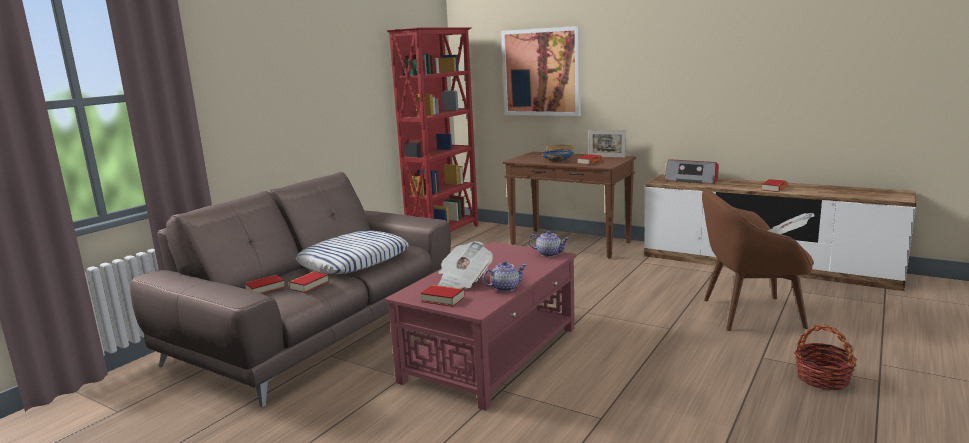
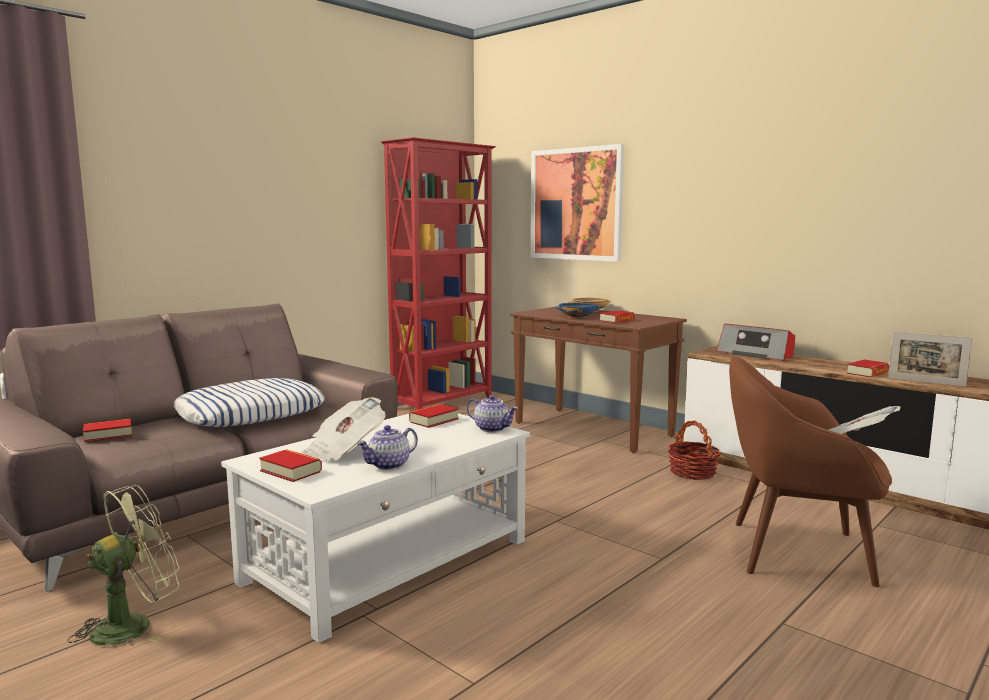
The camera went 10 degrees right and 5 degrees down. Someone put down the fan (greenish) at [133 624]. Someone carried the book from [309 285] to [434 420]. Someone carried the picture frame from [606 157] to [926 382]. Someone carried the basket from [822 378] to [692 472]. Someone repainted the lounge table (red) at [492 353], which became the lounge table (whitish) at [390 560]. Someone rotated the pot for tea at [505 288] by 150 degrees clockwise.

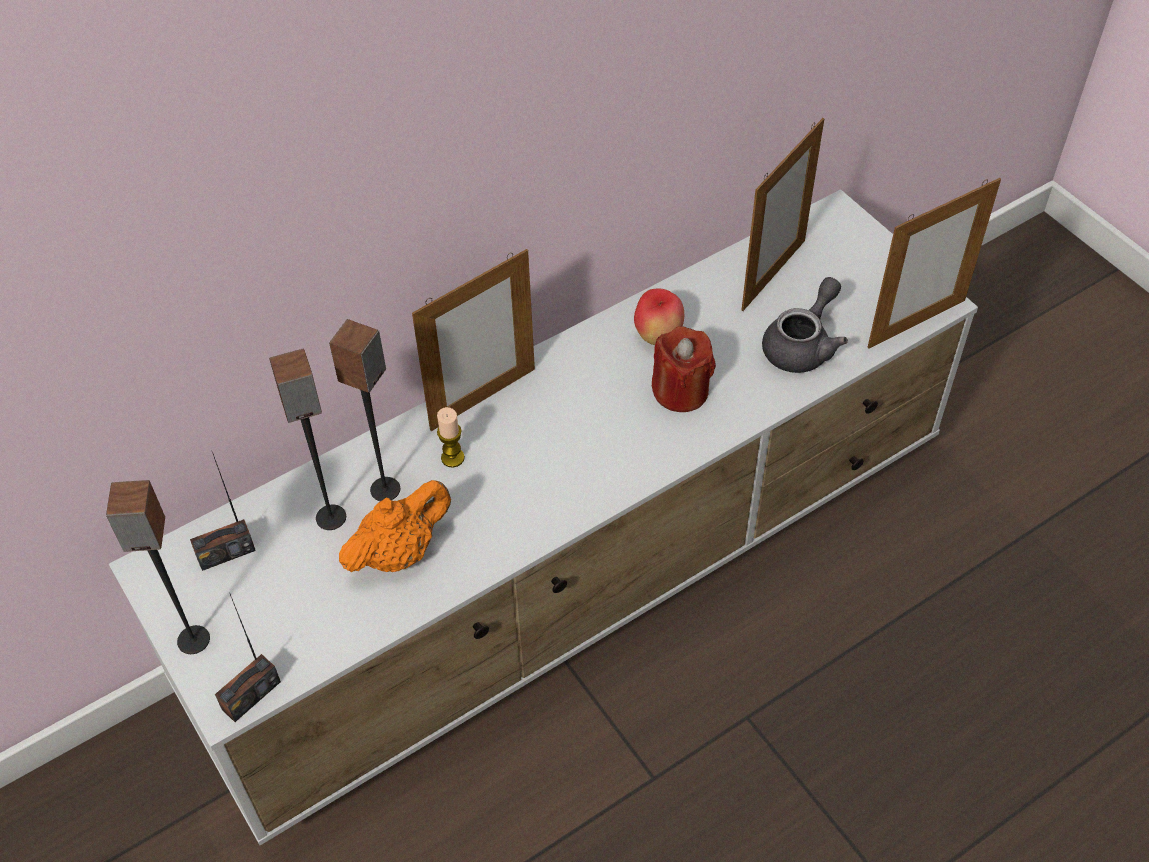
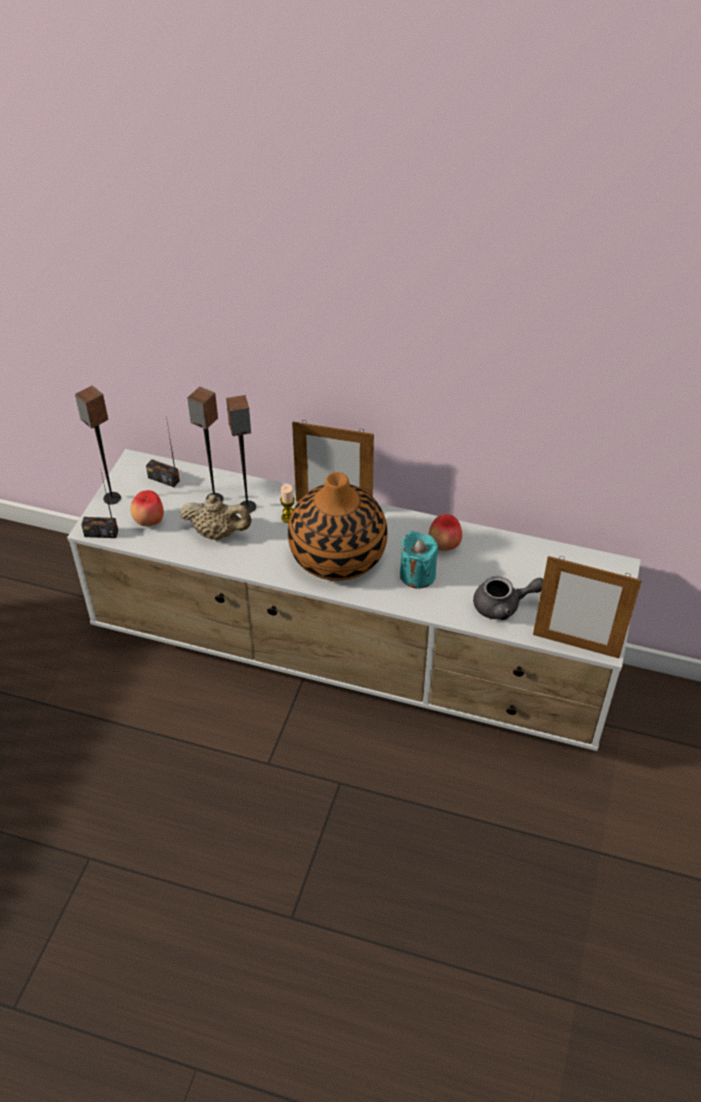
The camera went 50 degrees right and 5 degrees down. Someone took away the picture frame at [773 275]. Someone put down the whole apple at [149 521]. Someone put down the flower vase at [338 556]. Someone repainted the pot for tea (orange) at [399 552], which became the pot for tea (sand-coloured) at [218 533]. Someone repainted the wax candle (red) at [680 391], which became the wax candle (turquoise) at [417 575].

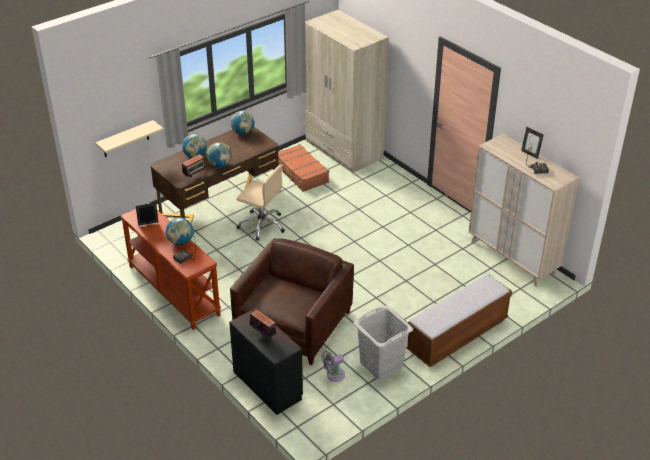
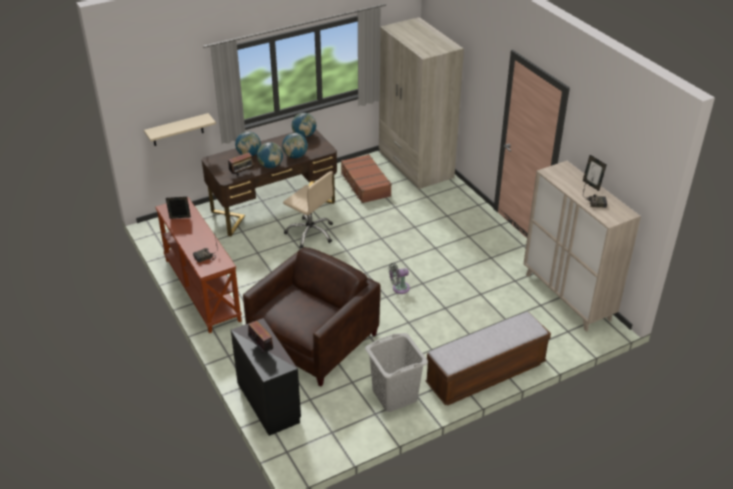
The camera went 10 degrees right and 0 degrees up. Someone carried the globe from [180 242] to [295 156]. Someone carried the fan (grey) from [333 375] to [399 288].

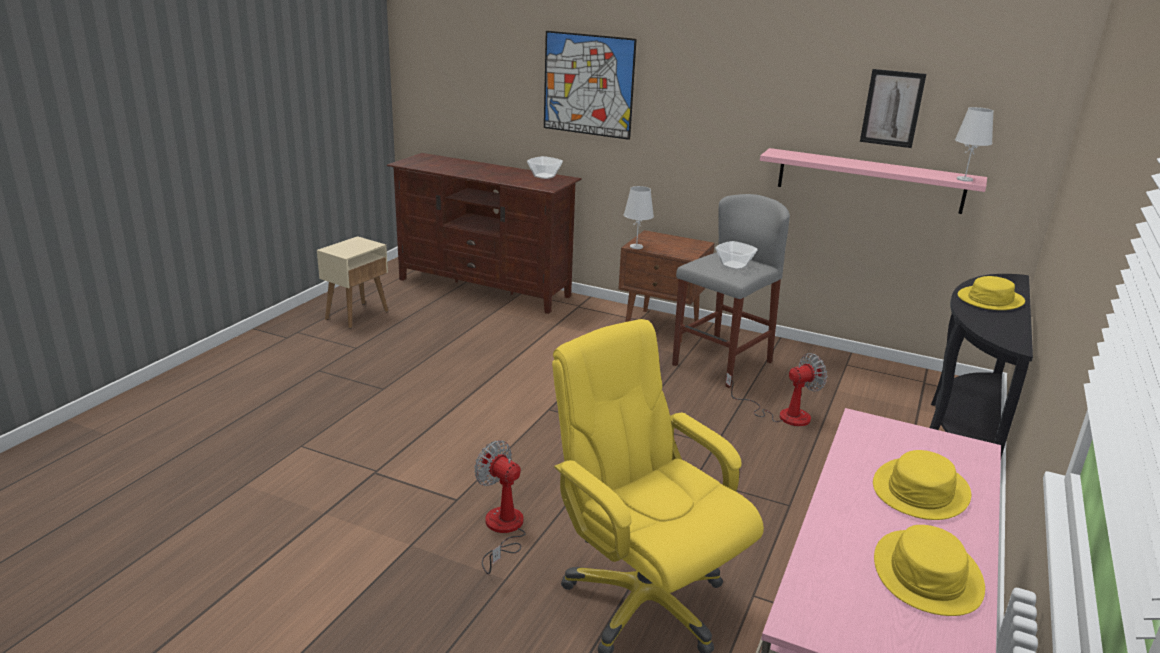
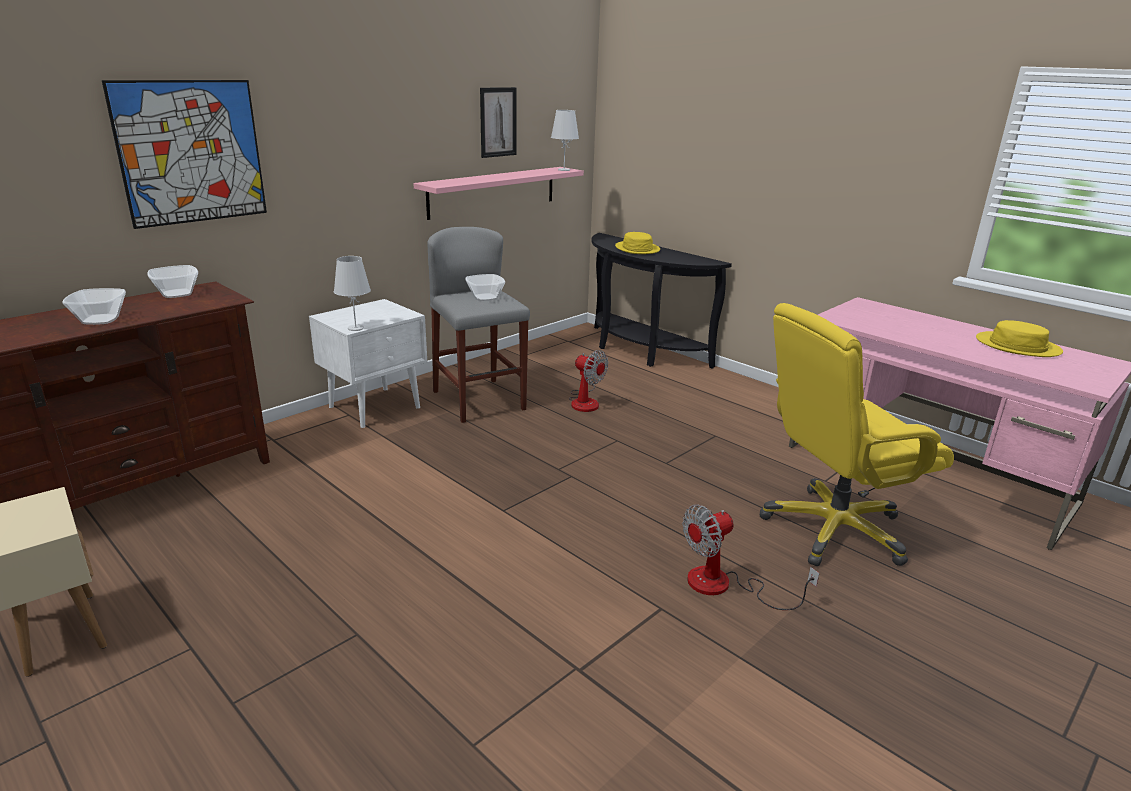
The camera went 70 degrees left and 0 degrees up. Someone took away the hat (yellow-coloured) at [920 490]. Someone put down the bowl at [99 320]. Someone repainted the nightstand (brown-coloured) at [662 326], which became the nightstand (whitish) at [376 407]. Someone rotated the fan at [782 415] by 135 degrees clockwise.

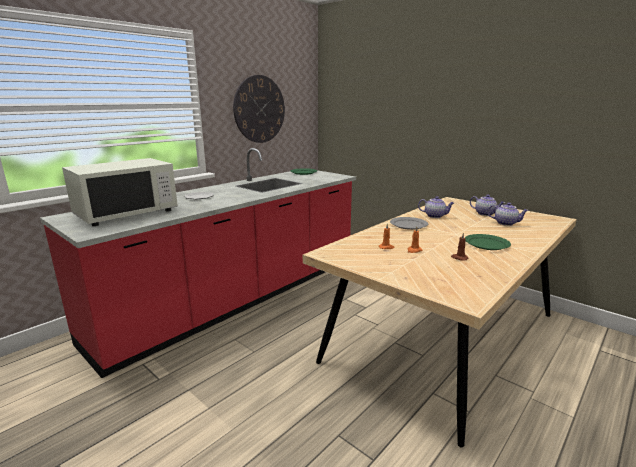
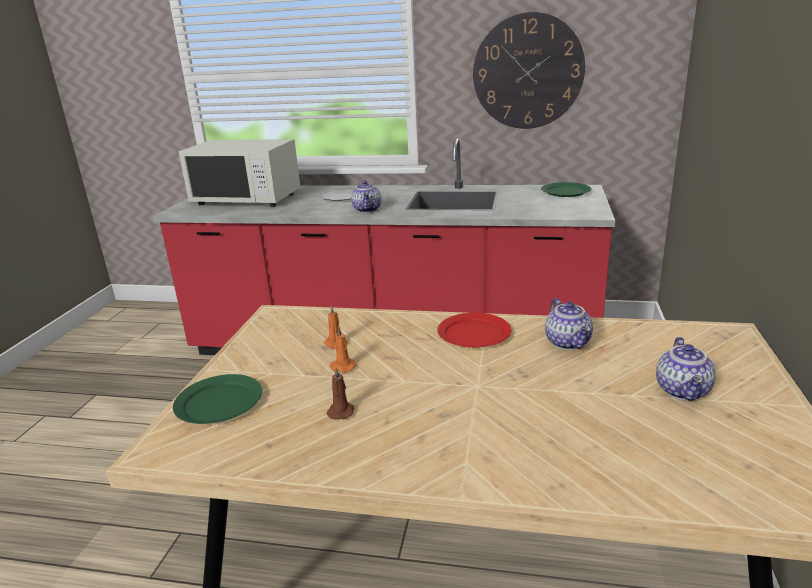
The camera went 60 degrees right and 5 degrees up. Someone carried the flat dish (greenish) from [486 244] to [218 402]. Someone carried the pot for tea from [505 223] to [368 210]. Someone repainted the flat dish (grey) at [408 225], which became the flat dish (red) at [473 333].

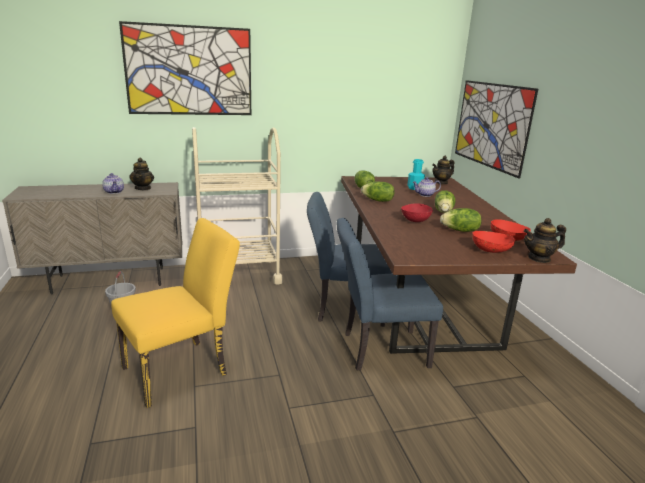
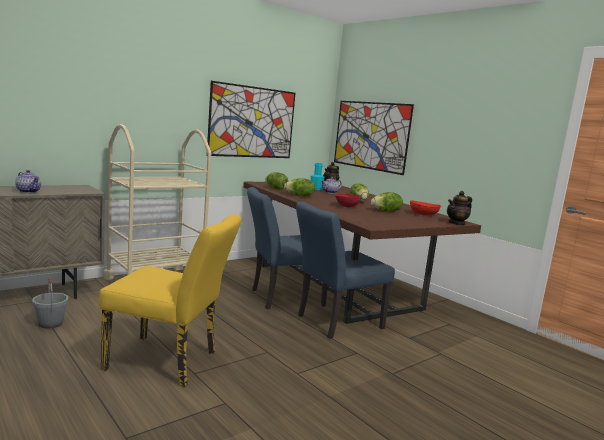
The camera went 25 degrees left and 10 degrees down. Someone took away the pot for tea at [143 188]. Someone took away the bowl (red) at [490 250]. Someone carried the picture from [189 71] to [252 122]. Someone rotated the plain chair (yellow-coloured) at [183 369] by 75 degrees clockwise.

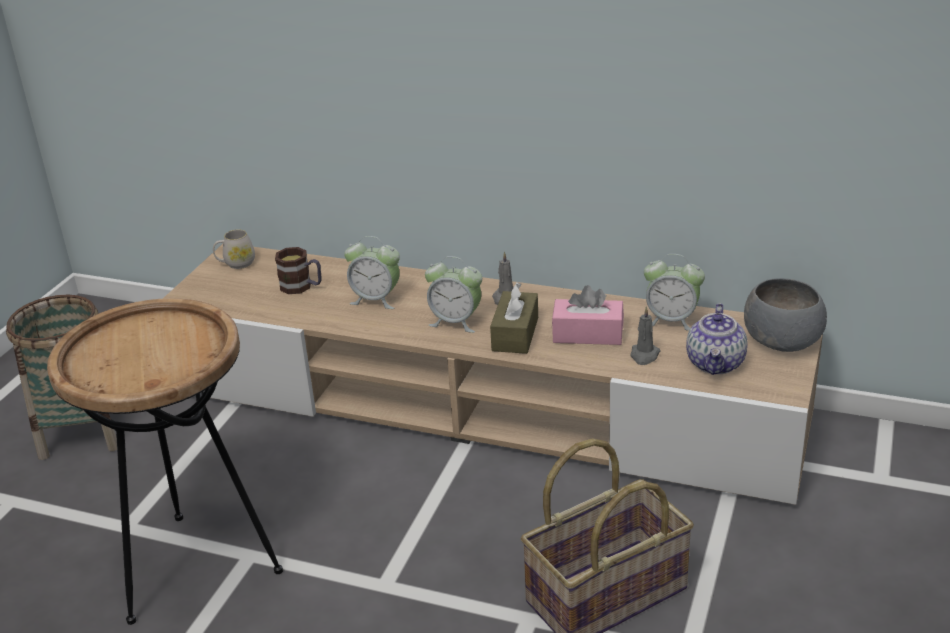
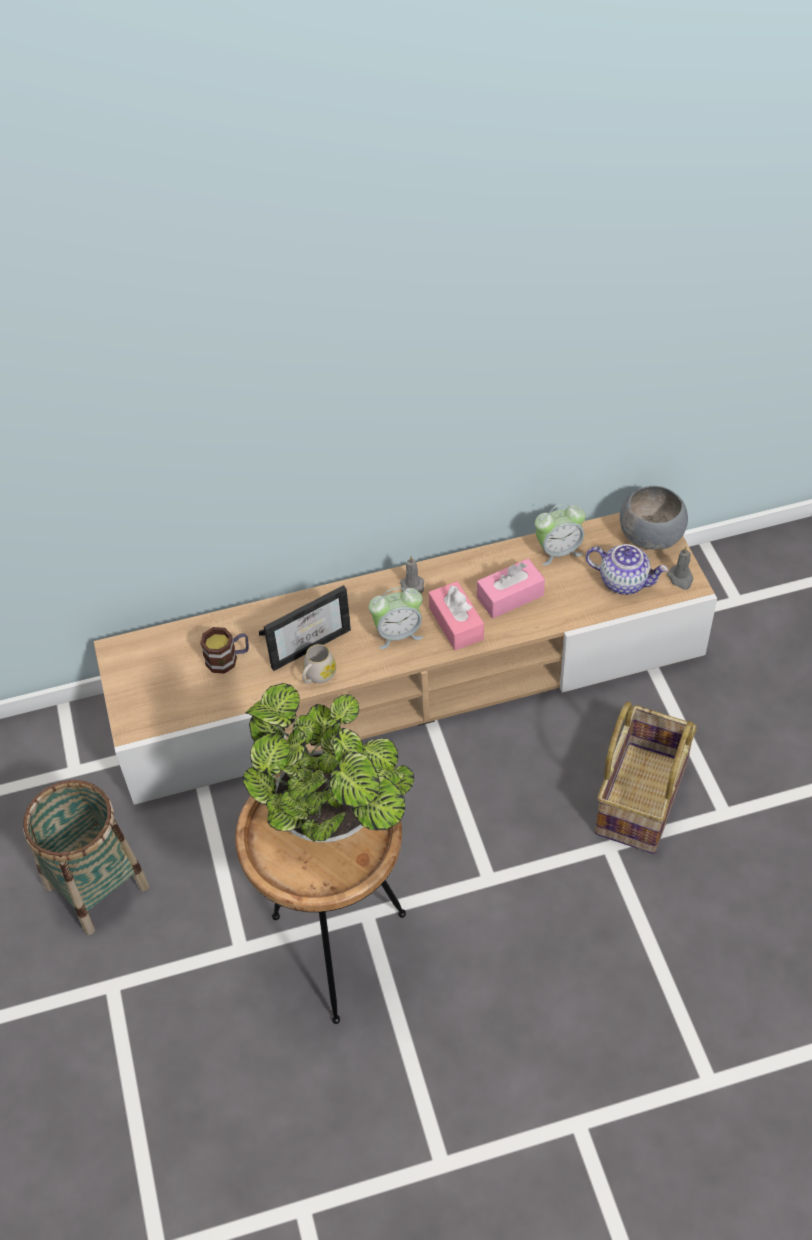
The camera went 35 degrees left and 20 degrees up. Someone put down the houseplant at [335 820]. Someone carried the mug (whitish) from [236 264] to [317 676]. Someone carried the wax candle (grey) from [644 355] to [681 578]. Someone swapped the bedside clock at [376 299] for the picture frame at [308 642]. Someone repainted the box of tissues (brown-coloured) at [515 334], which became the box of tissues (pink) at [456 623]. Someone rotated the pot for tea at [716 364] by 45 degrees counterclockwise.

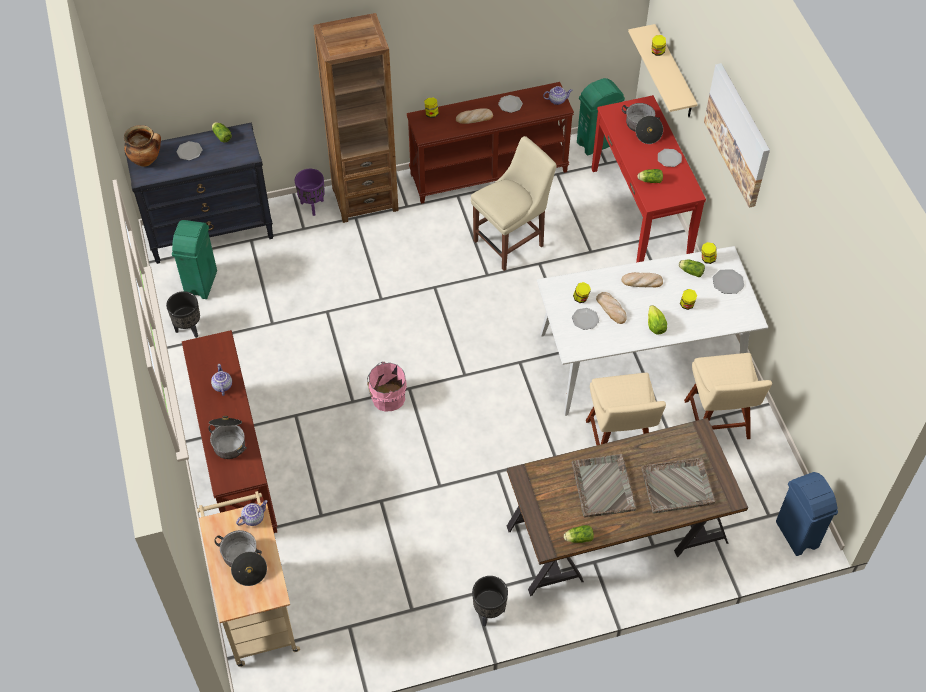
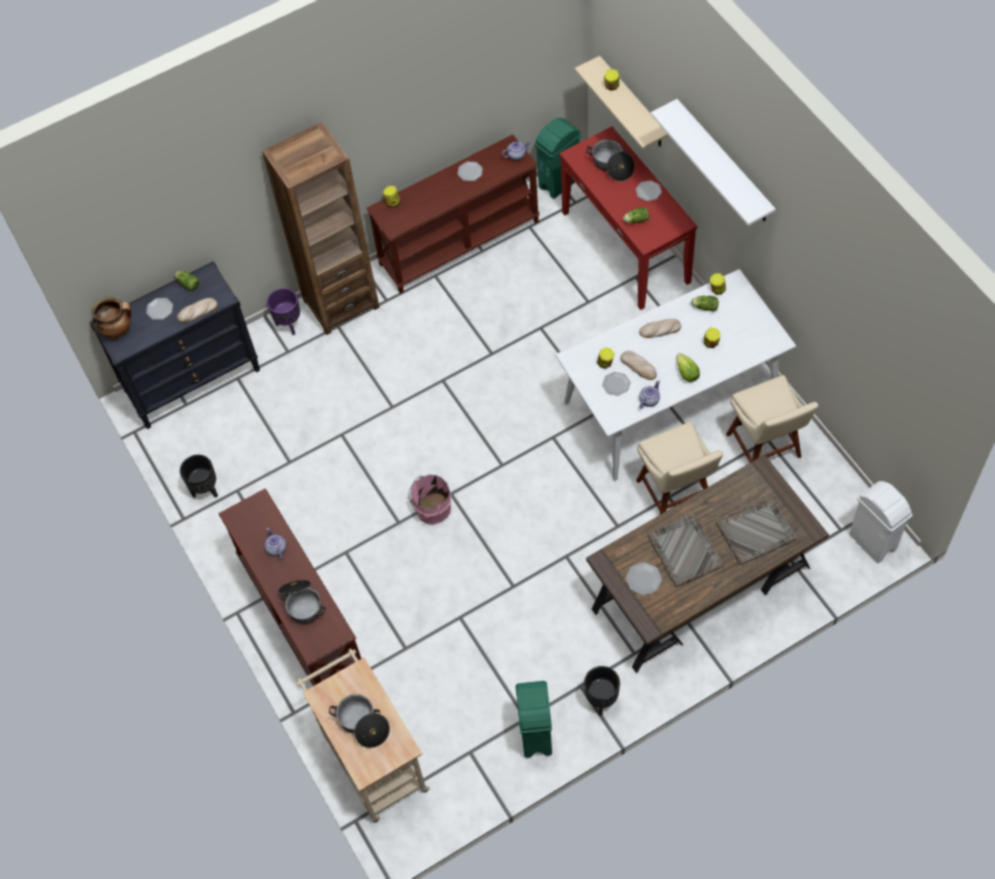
The camera went 10 degrees left and 5 degrees up. Someone took away the plain chair (sand-coloured) at [511 242]. Someone took away the lettuce at [578 538]. Someone carried the trash can (greenish) from [201 284] to [536 736]. Someone carried the pot for tea from [253 518] to [649 400]. Someone carried the bread from [474 118] to [197 312]. Someone carried the flat dish from [728 282] to [643 579]. Someone swapped the picture at [738 134] for the wall shelf (whitish) at [724 163]. Someone repainted the trash can (blue-coloured) at [796 535], which became the trash can (whitish) at [872 542].

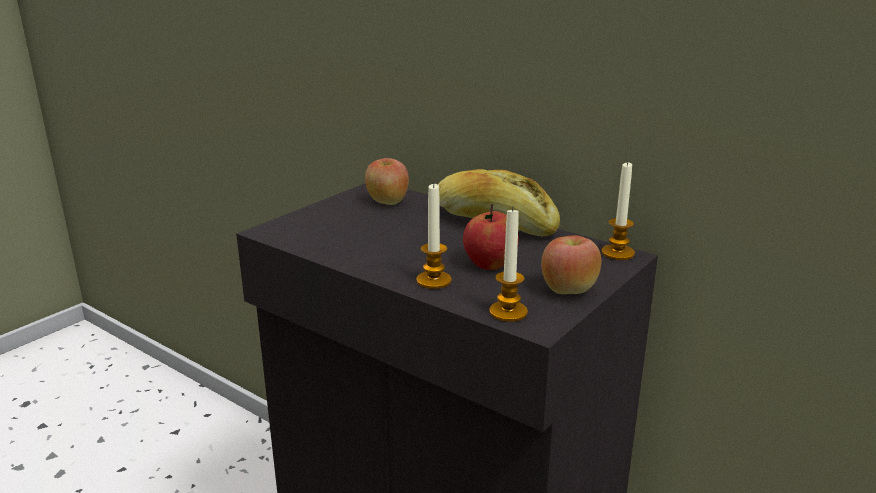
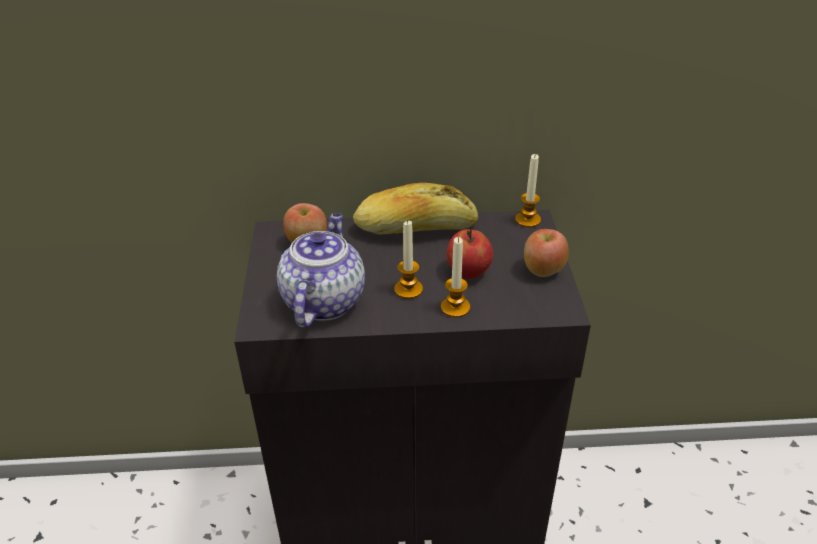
The camera went 40 degrees left and 15 degrees up. Someone put down the pot for tea at [323 300]. Someone carried the wax candle from [508 312] to [408 289].

